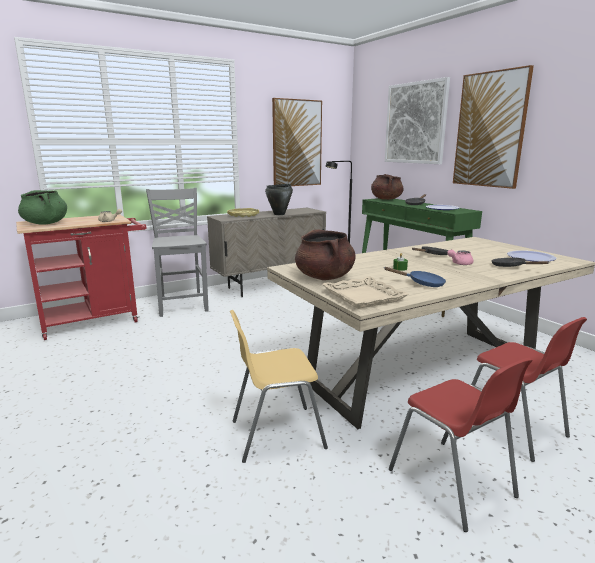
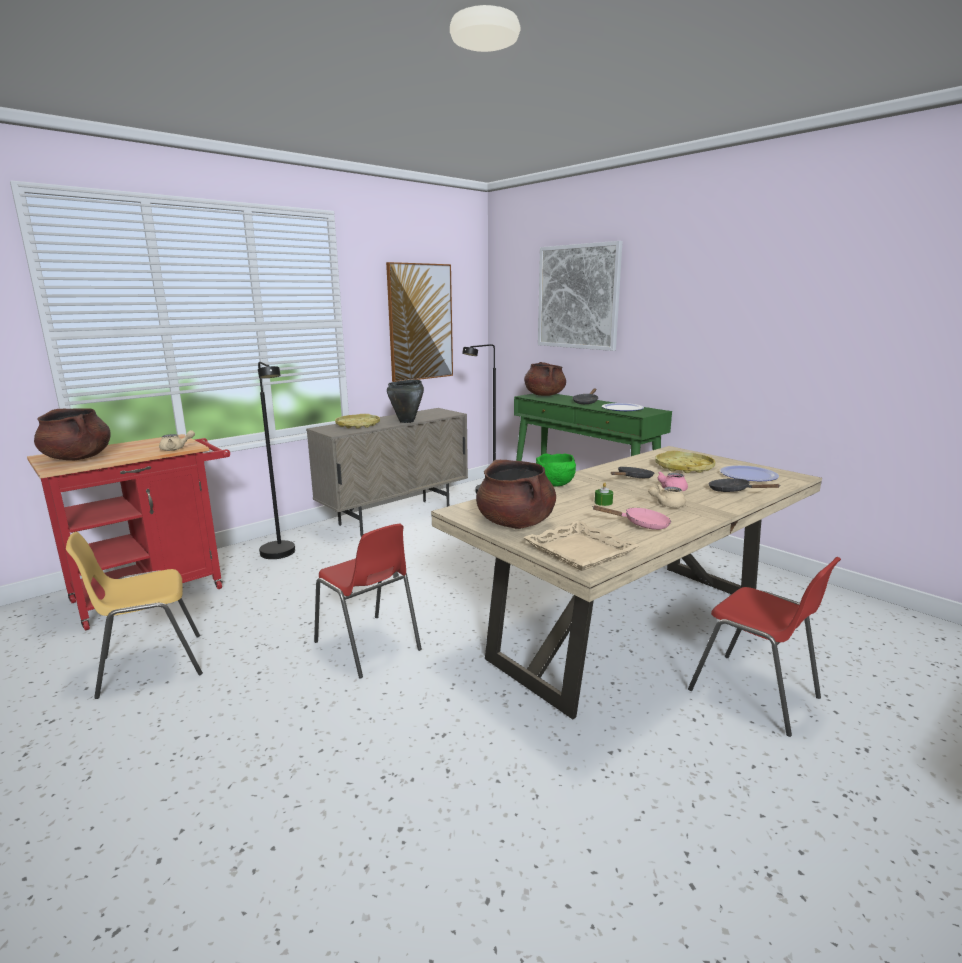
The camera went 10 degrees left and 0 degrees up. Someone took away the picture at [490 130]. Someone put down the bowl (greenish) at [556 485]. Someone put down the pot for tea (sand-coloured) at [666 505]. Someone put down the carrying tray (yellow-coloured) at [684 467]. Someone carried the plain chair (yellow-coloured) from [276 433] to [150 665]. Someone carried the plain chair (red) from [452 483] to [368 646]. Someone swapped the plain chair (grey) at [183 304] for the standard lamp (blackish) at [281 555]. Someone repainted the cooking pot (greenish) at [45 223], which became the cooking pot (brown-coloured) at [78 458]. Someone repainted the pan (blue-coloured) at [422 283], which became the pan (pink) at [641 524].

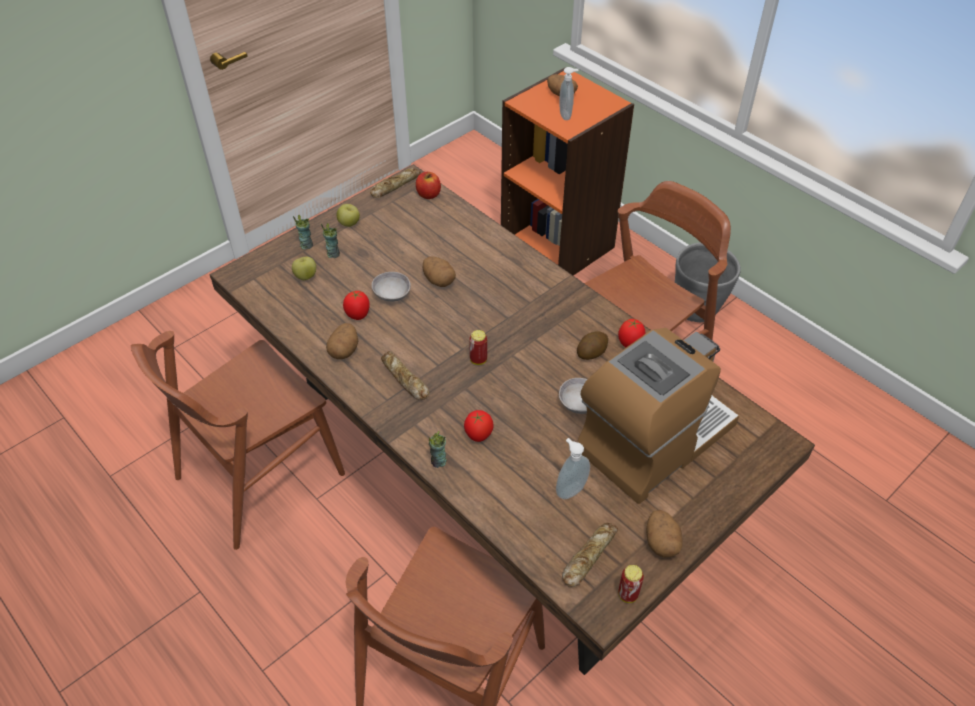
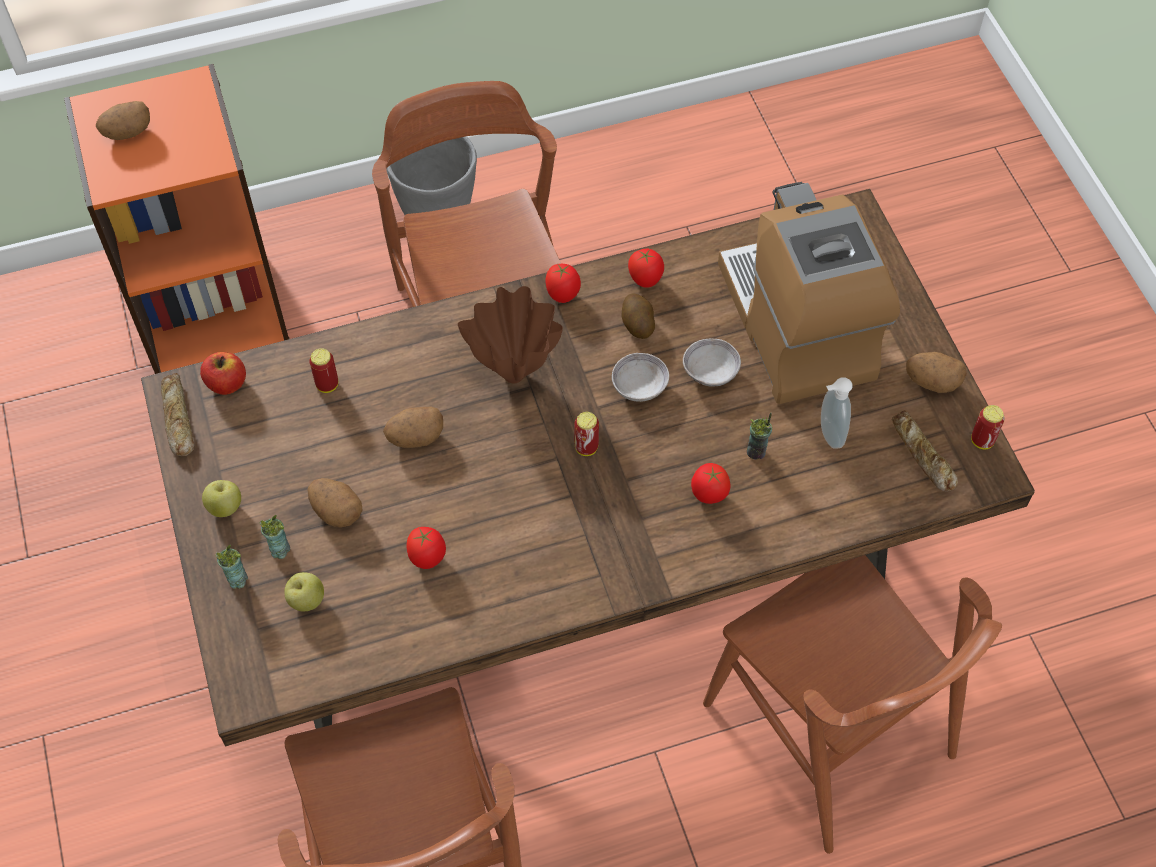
The camera went 65 degrees left and 10 degrees up. Someone took away the bread at [404 379]. Someone took away the soap bottle at [566 115]. Someone put down the sealed can at [327 384]. Someone put down the flower vase (brown-coloured) at [516 375]. Someone put down the whole tomato at [563 295]. Someone carried the spud from [344 350] to [336 511]. Someone carried the bowl (grey) from [392 295] to [639 387]. Someone carried the cup from [438 462] to [756 451].

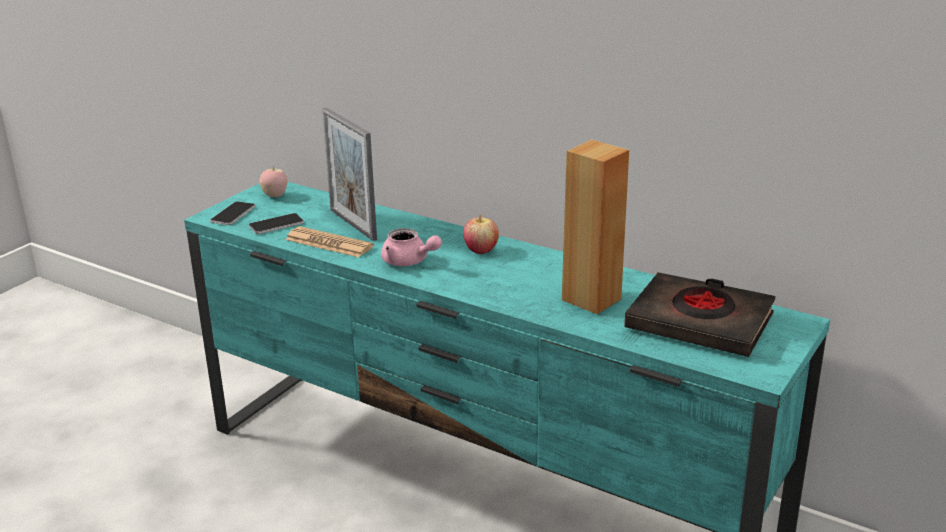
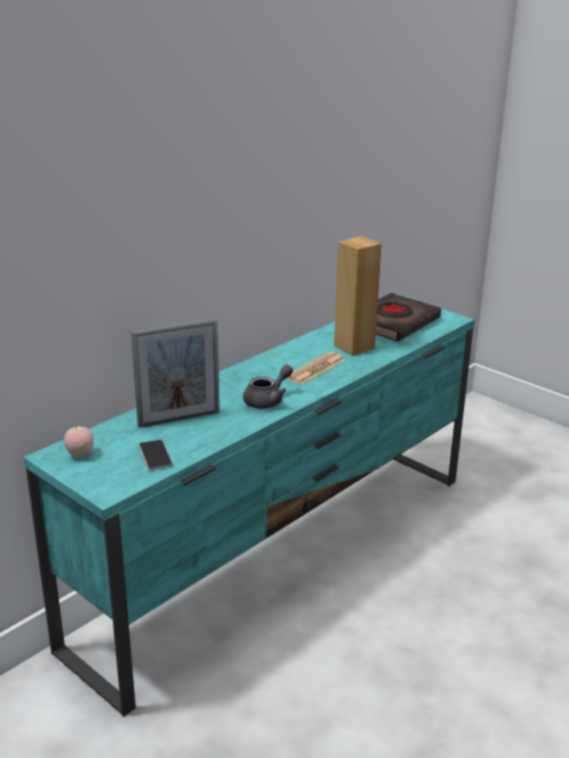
The camera went 80 degrees left and 0 degrees up. Someone took away the handset at [233 214]. Someone took away the whole apple at [481 250]. Someone carried the daily paper from [329 243] to [315 369]. Someone repainted the pot for tea (pink) at [409 262], which became the pot for tea (grey) at [268 400].

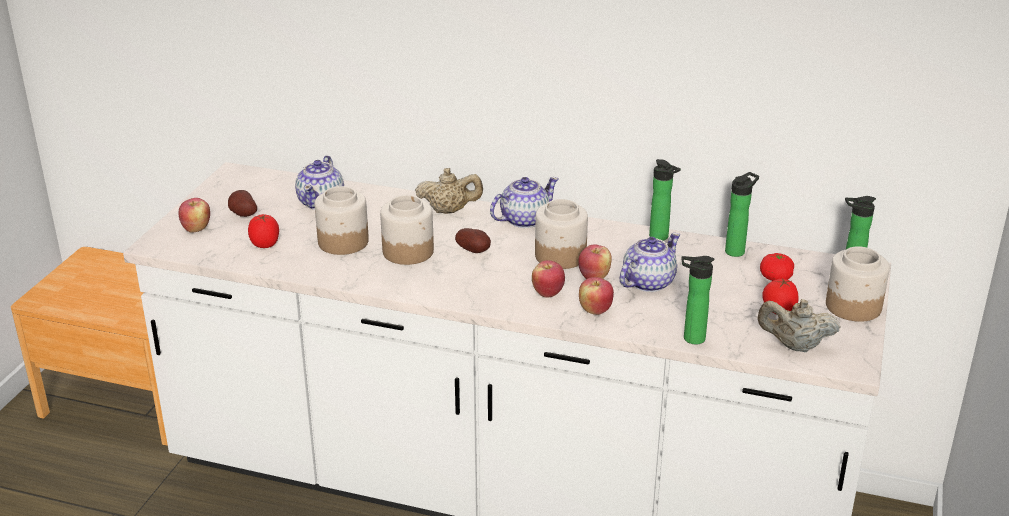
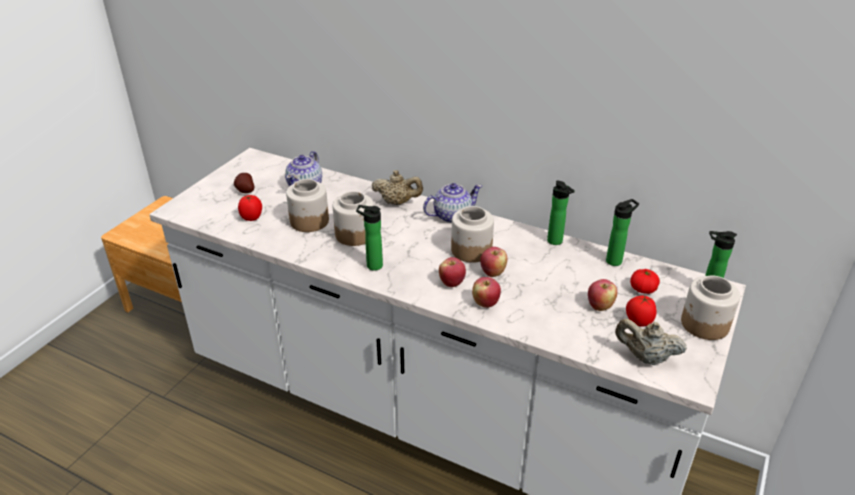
The camera went 10 degrees right and 5 degrees up. Someone took away the spud at [475 251]. Someone took away the pot for tea at [647 282]. Someone carried the whole apple from [196 228] to [600 306]. Someone carried the beverage bottle from [690 338] to [372 265].

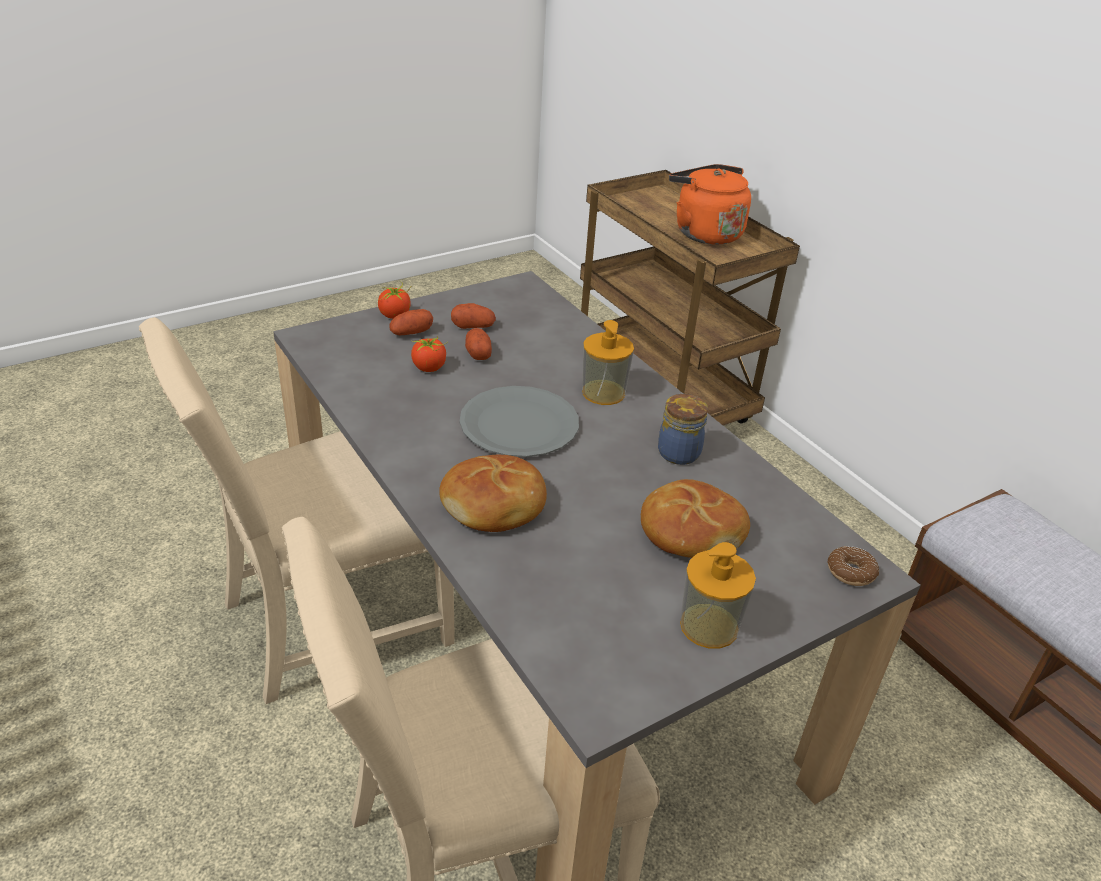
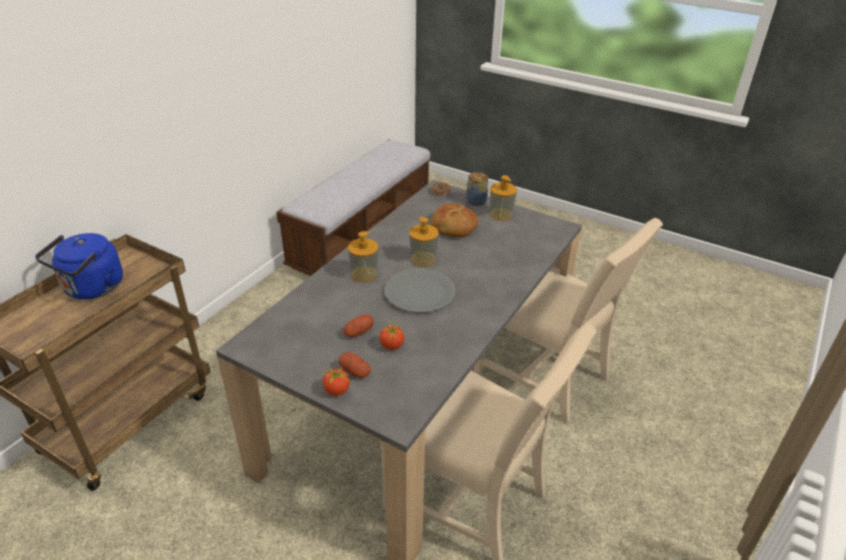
The camera went 115 degrees left and 0 degrees up. Someone took away the bread at [494 506]. Someone took away the spud at [473 326]. Someone put down the soap bottle at [423 259]. Someone carried the jar from [678 451] to [475 201]. Someone repainted the water kettle (orange) at [704 233], which became the water kettle (blue-coloured) at [91 289].

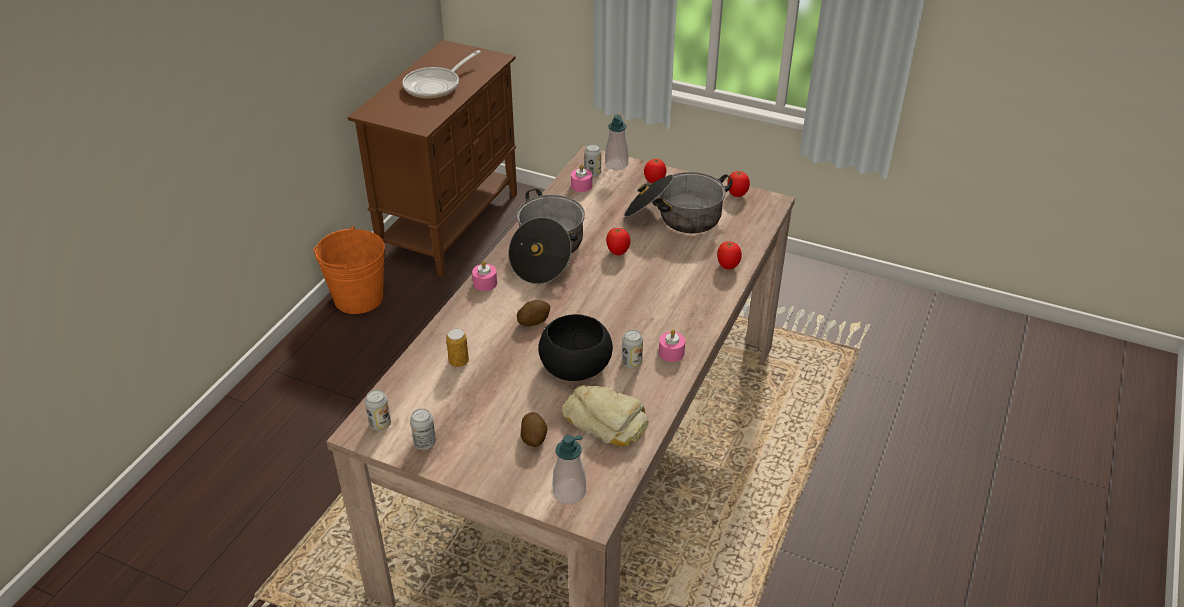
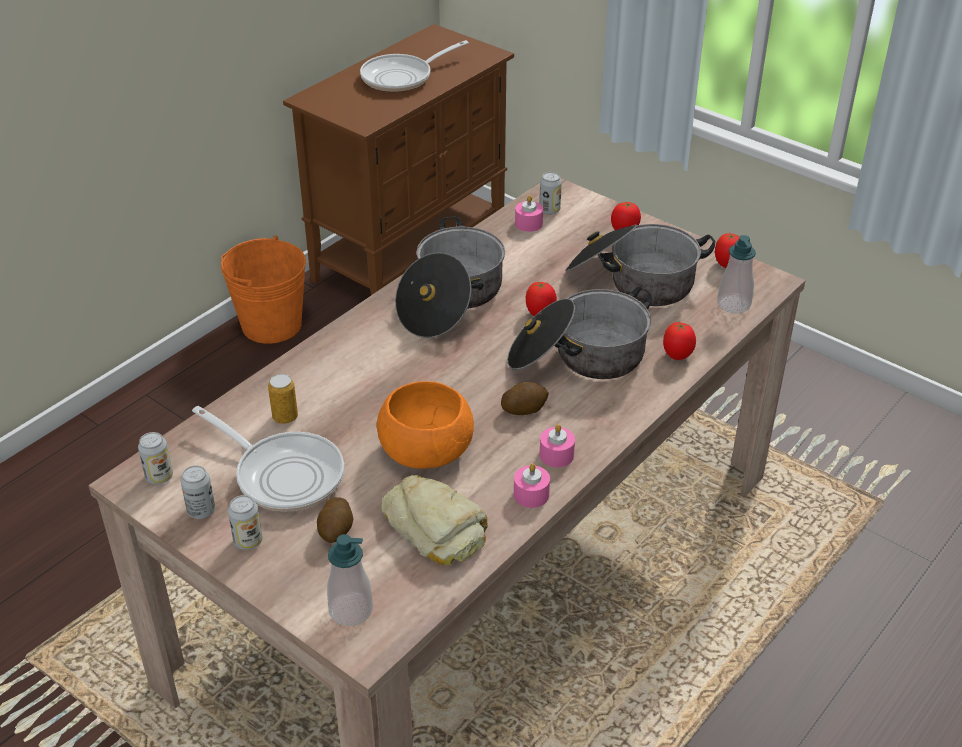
The camera went 15 degrees right and 0 degrees up. Someone put down the pan at [283 474]. Someone put down the cooking pot at [578 357]. Someone carried the wax candle (pink) from [485 283] to [531 494]. Someone carried the spud from [534 320] to [524 409]. Someone carried the soap bottle from [616 164] to [733 304]. Someone carried the sealed can from [631 363] to [248 541]. Someone repainted the bowl (blackish) at [576 366], which became the bowl (orange) at [427 450].

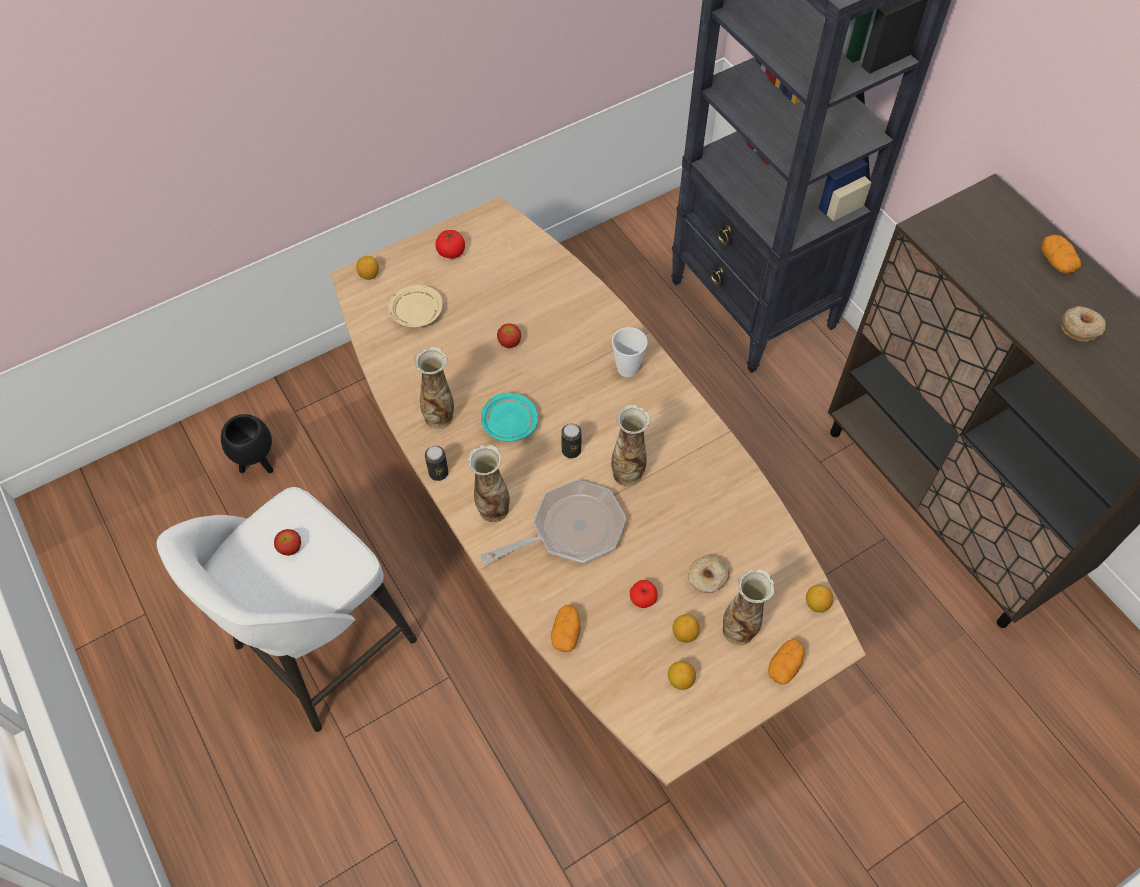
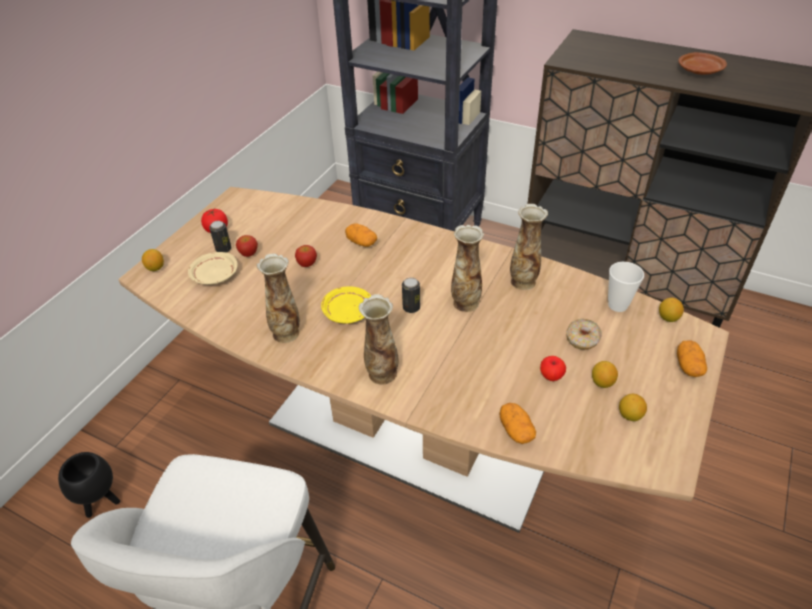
The camera went 30 degrees left and 15 degrees down. Someone took away the pan at [570 530]. Someone carried the whole apple from [290 548] to [248 254]. Someone carried the sealed can from [438 473] to [223 249]. Someone carried the cup from [627 369] to [617 305]. Someone carried the flower vase from [739 630] to [523 281]. Someone carried the spud from [1056 262] to [361 242]. Someone swapped the doughnut at [1080 328] for the flat dish (brown-coloured) at [700 71]. Someone repainted the flat dish (turquoise) at [509 422], which became the flat dish (yellow-coloured) at [347 312].

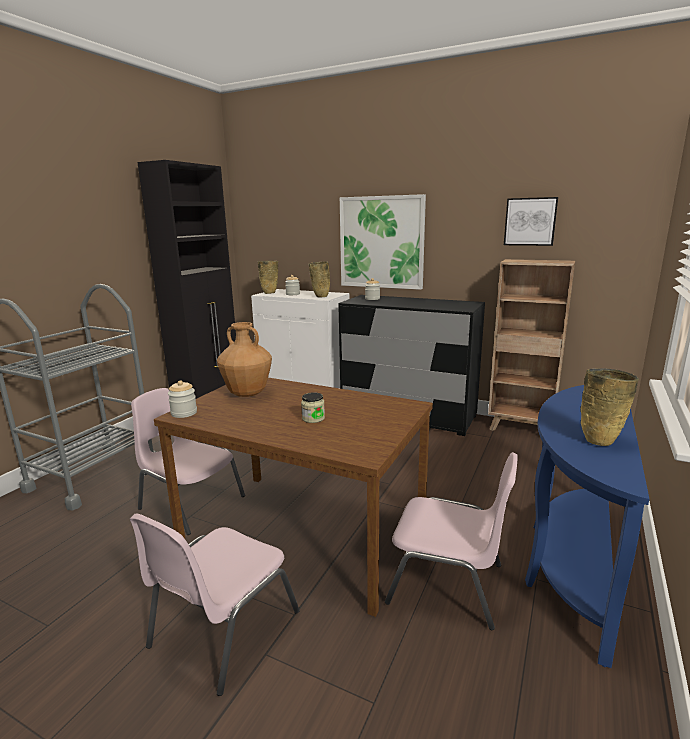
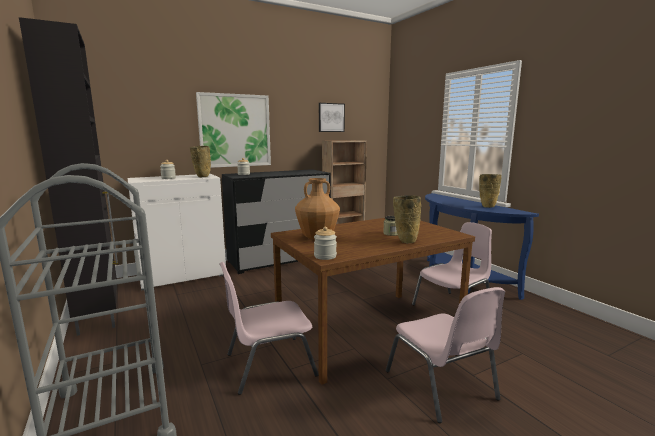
The camera went 55 degrees left and 5 degrees down. Someone carried the flower vase (sand-coloured) from [270 293] to [405 241].

